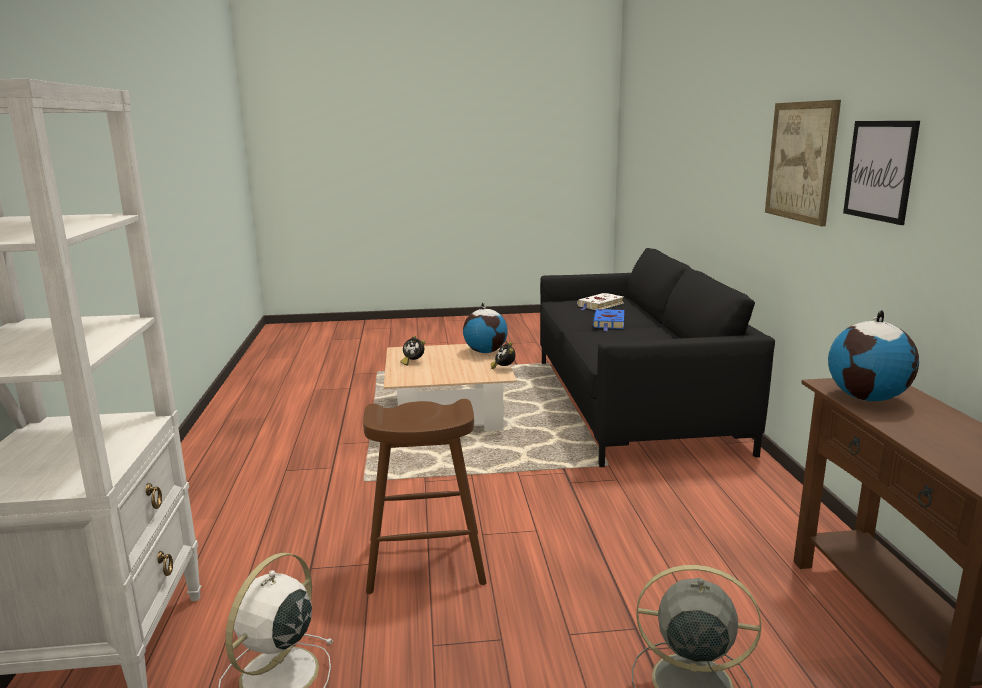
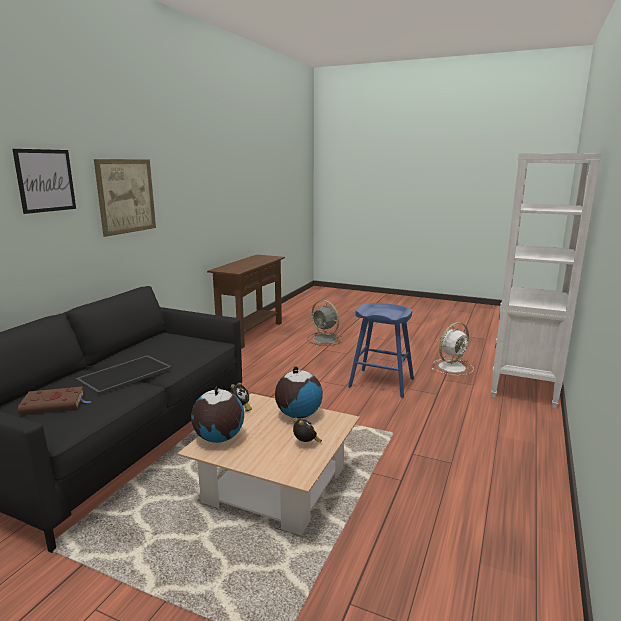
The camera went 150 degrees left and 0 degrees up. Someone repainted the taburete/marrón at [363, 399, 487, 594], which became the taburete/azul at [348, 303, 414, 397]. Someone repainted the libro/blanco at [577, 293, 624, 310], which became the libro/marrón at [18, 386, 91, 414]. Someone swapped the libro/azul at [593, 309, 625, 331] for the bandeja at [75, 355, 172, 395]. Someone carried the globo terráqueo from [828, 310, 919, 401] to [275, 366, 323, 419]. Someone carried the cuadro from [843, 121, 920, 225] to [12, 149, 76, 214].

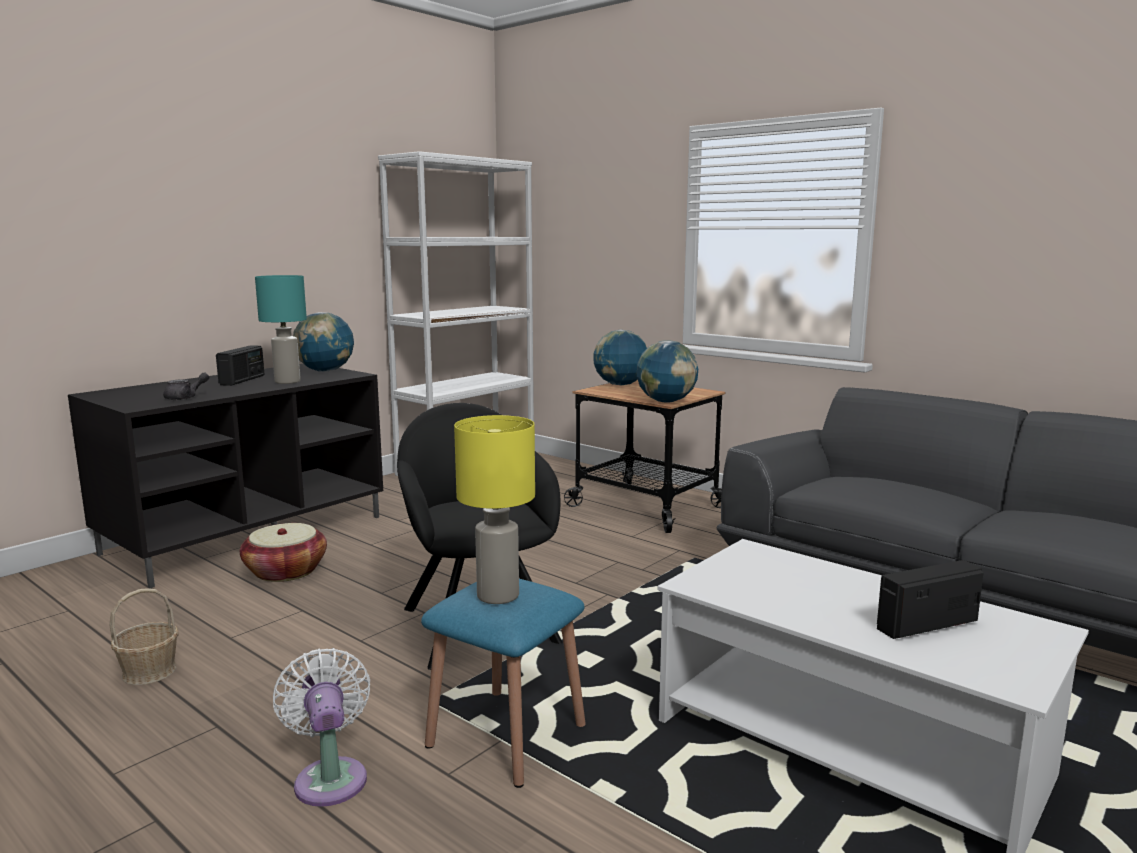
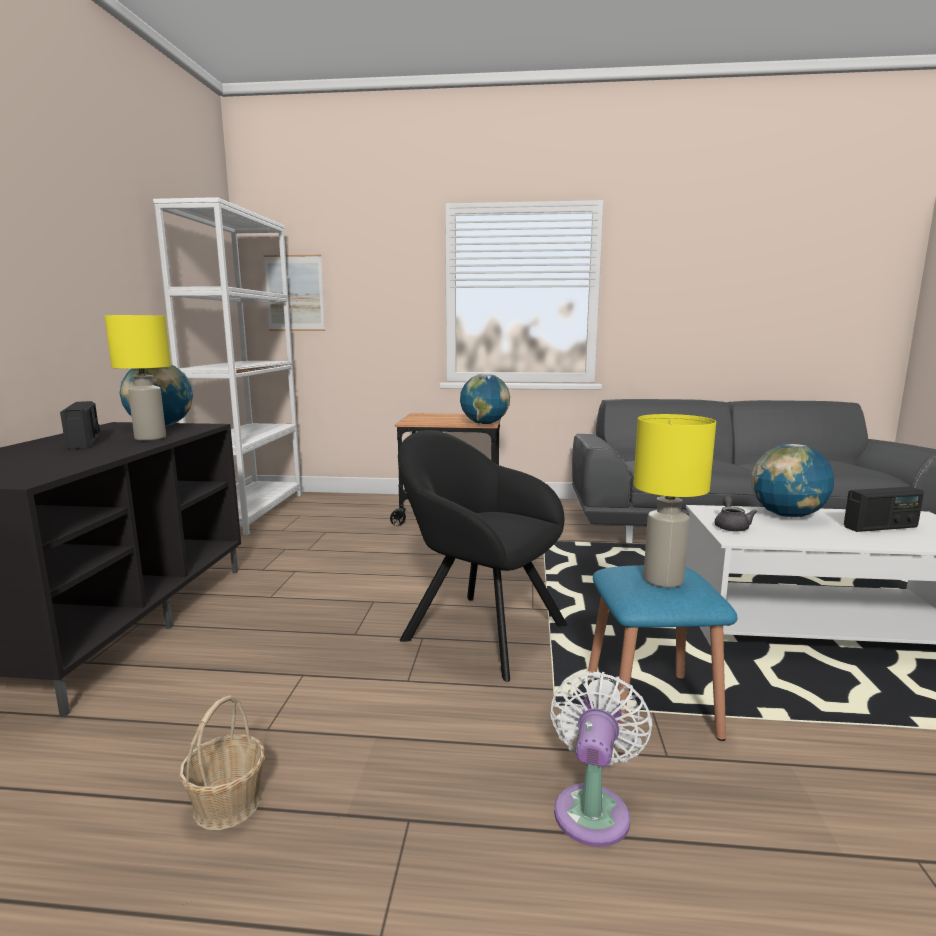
The camera went 35 degrees left and 0 degrees up. Someone carried the tetera/gris from [163, 373, 209, 400] to [715, 496, 757, 532]. Someone took away the cesta at [240, 523, 327, 582]. Someone repainted the lámpara de mesa/turquesa at [255, 275, 307, 384], which became the lámpara de mesa/amarillo at [105, 315, 171, 441]. Someone rotated the ventilador/blanco at [273, 648, 370, 807] by 75 degrees clockwise. Someone carried the globo terráqueo from [593, 329, 647, 386] to [751, 444, 834, 518]. Someone rotated the radio at [877, 560, 983, 639] by 135 degrees counterclockwise. Someone put up the cuadro at [264, 255, 325, 331].

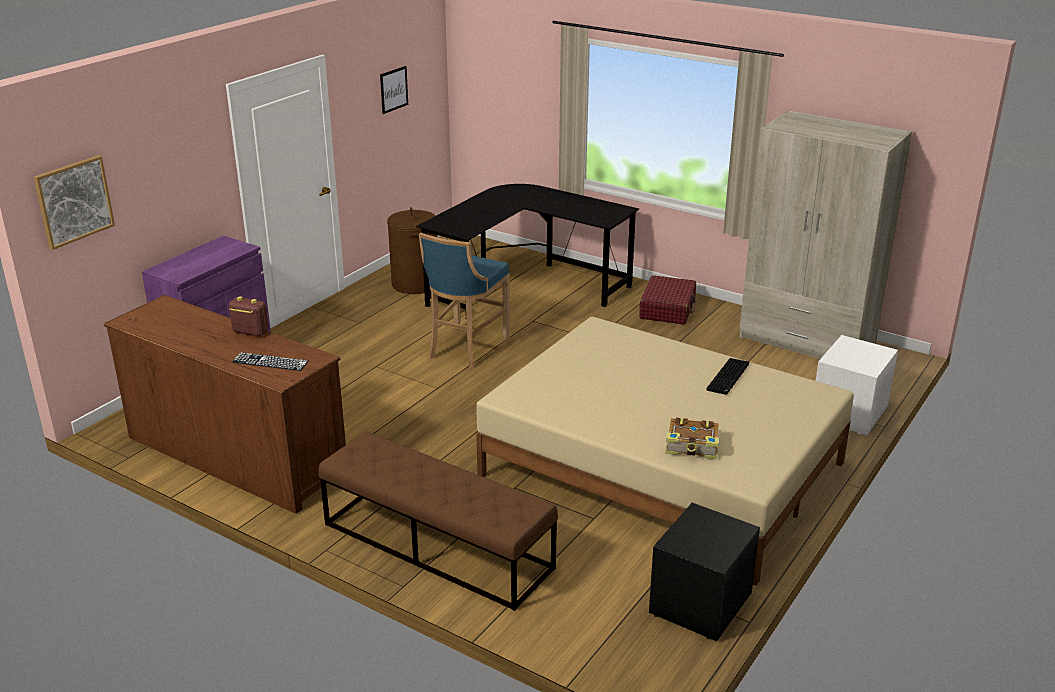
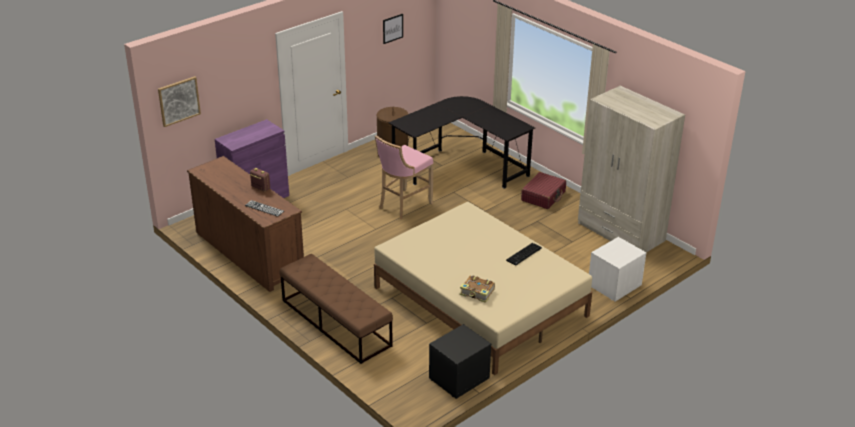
The camera went 15 degrees right and 5 degrees up. Someone repainted the taburete/azul at [419, 232, 511, 368], which became the taburete/rosa at [375, 135, 433, 219].

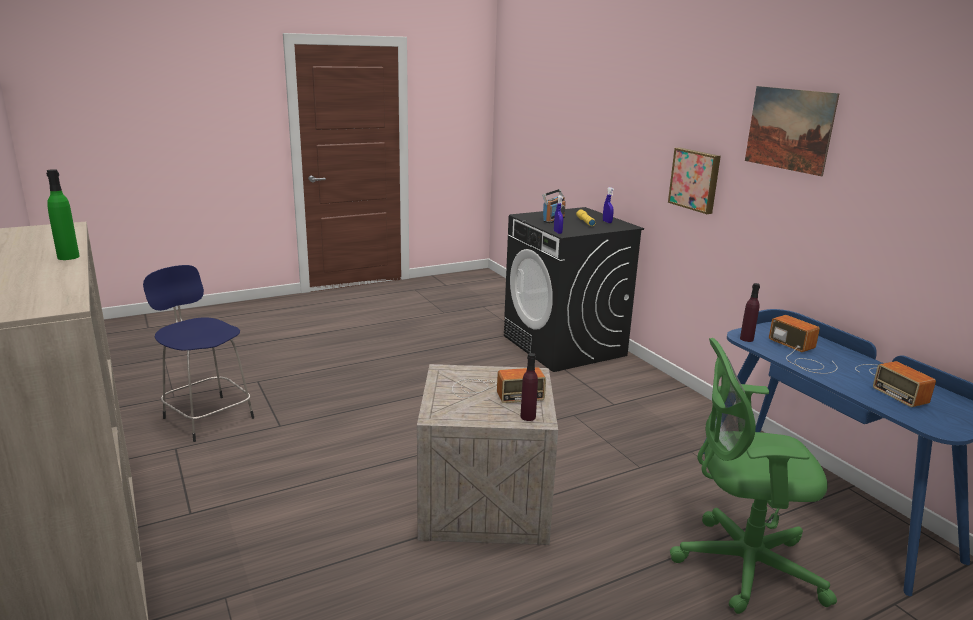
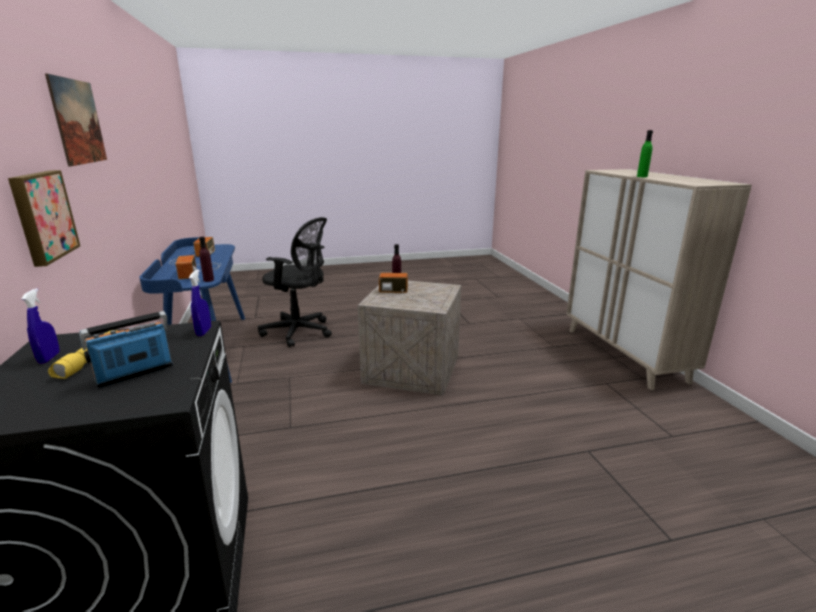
The camera went 165 degrees left and 0 degrees up. Someone took away the taburete/azul at [143, 265, 254, 442]. Someone repainted the silla de oficina/verde at [670, 338, 837, 614], which became the silla de oficina/negro at [258, 217, 332, 347].

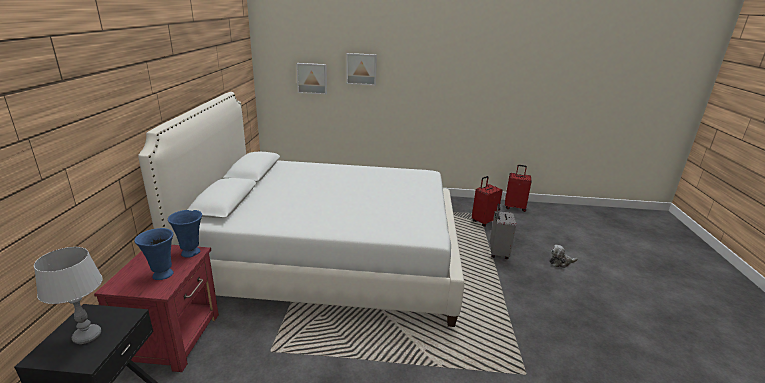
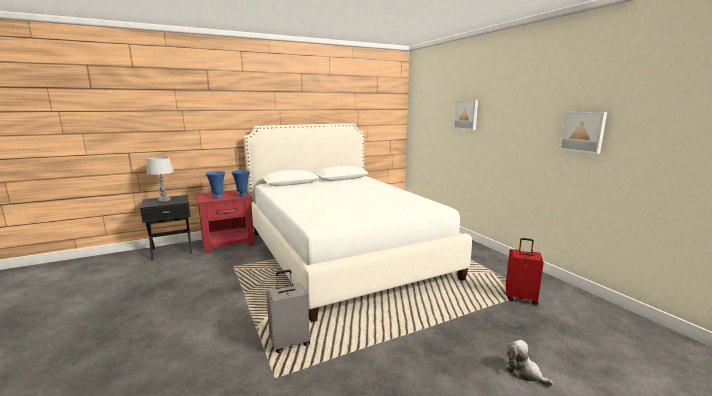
The camera went 60 degrees right and 10 degrees down. Someone carried the cuadro from [296, 63, 327, 94] to [559, 112, 607, 154]. Someone carried the maleta/gris from [490, 204, 516, 259] to [266, 270, 310, 353]. Someone took away the maleta/rojo at [505, 165, 531, 212].

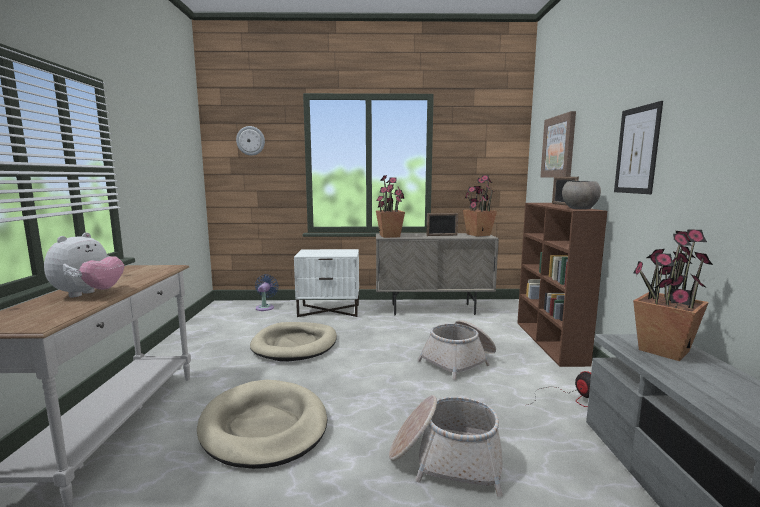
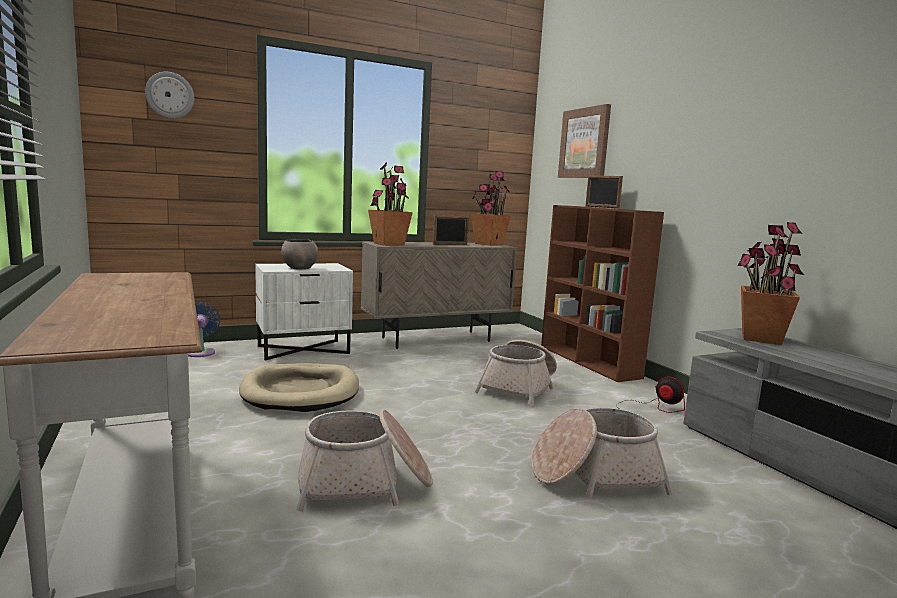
The camera went 25 degrees left and 0 degrees up. Someone took away the peluche at [44, 233, 124, 297]. Someone swapped the cama para perro/beis at [197, 380, 327, 469] for the cesta at [296, 410, 433, 511]. Someone carried the cuenco/gris from [562, 181, 601, 209] to [281, 239, 319, 269]. Someone took away the cuadro at [614, 101, 663, 194].

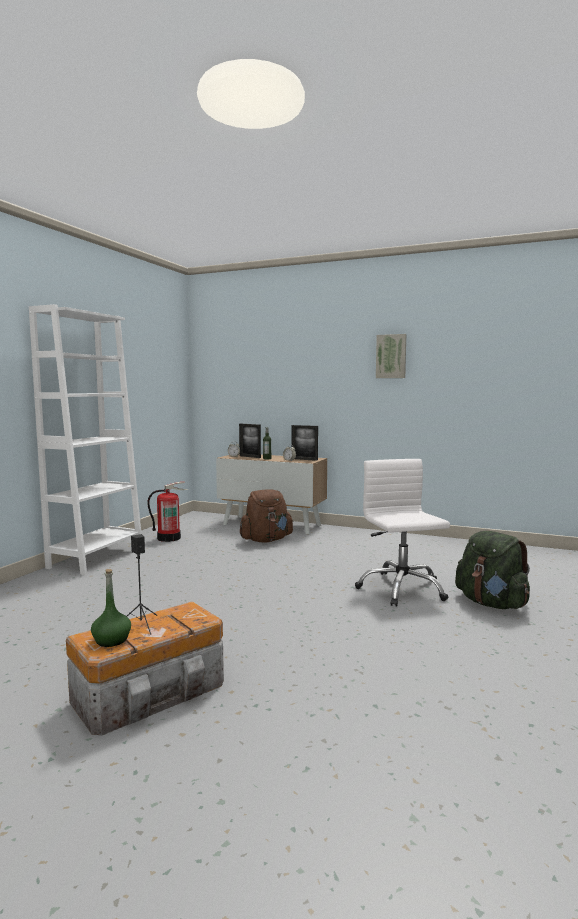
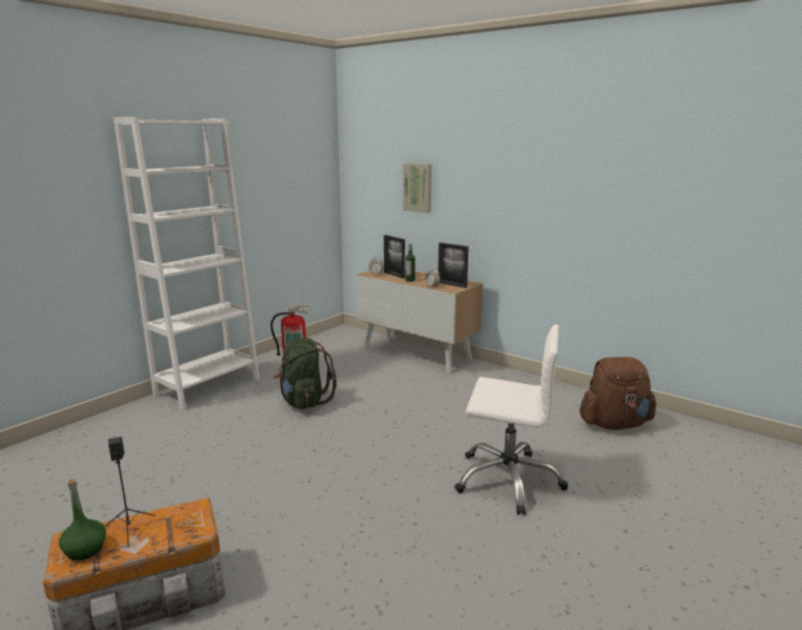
The camera went 15 degrees right and 10 degrees up. Someone carried the mochila/marrón from [240, 489, 293, 543] to [580, 357, 656, 430]. Someone rotated the silla de oficina/blanco at [355, 459, 450, 606] by 105 degrees clockwise. Someone carried the cuadro from [376, 334, 406, 378] to [403, 163, 432, 213]. Someone carried the mochila/verde from [455, 531, 530, 609] to [274, 338, 337, 409].

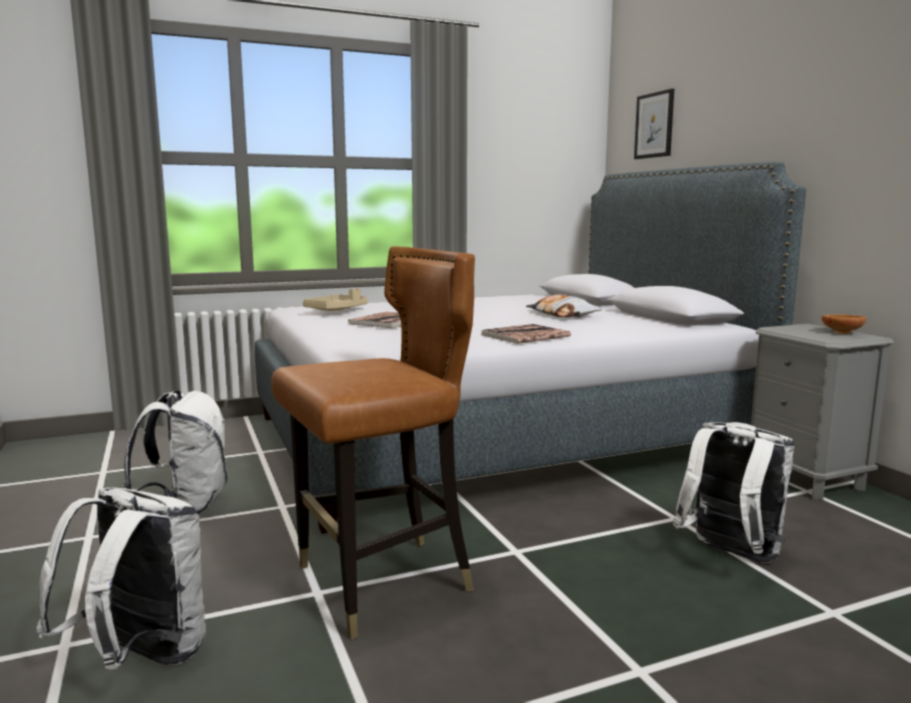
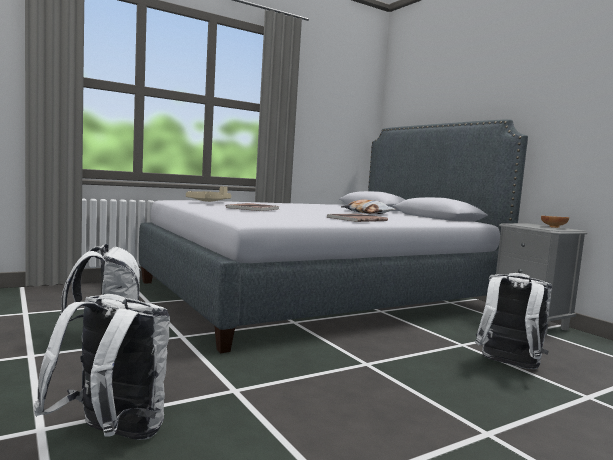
The camera went 10 degrees left and 5 degrees down. Someone took away the silla/marrón at [271, 246, 475, 639]. Someone took away the cuadro at [634, 89, 674, 159].

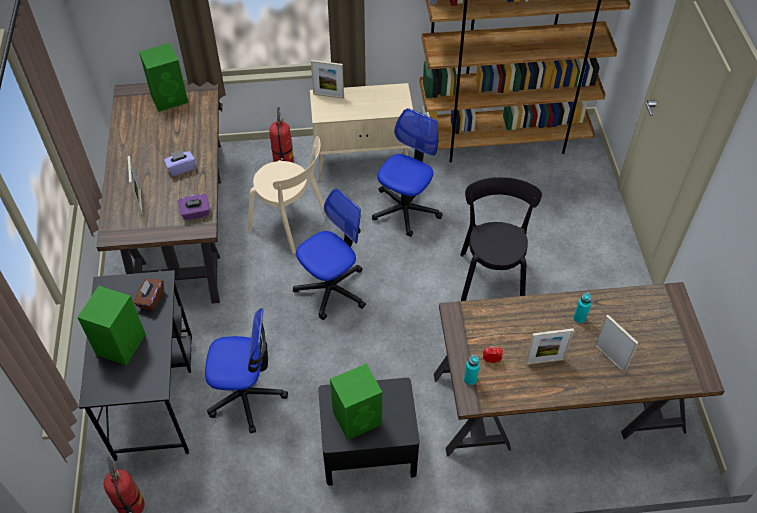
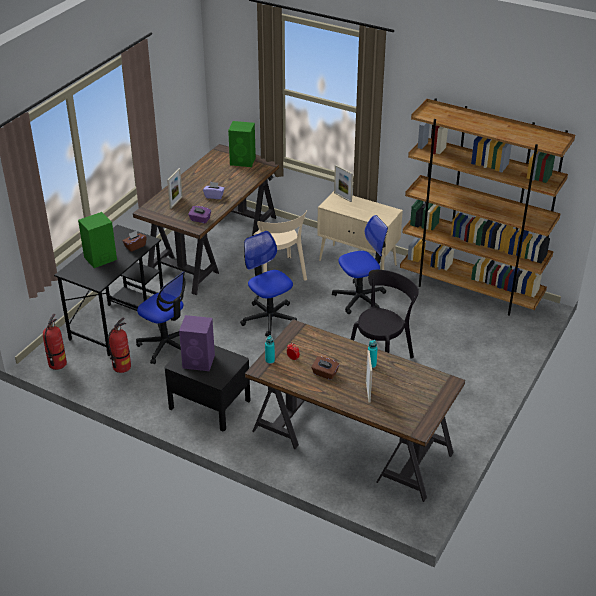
The camera went 35 degrees right and 15 degrees down. Someone carried the extintor from [270, 107, 294, 163] to [108, 317, 131, 373]. Someone rotated the silla de oficina at [293, 188, 366, 320] by 120 degrees counterclockwise. Someone repainted the altavoz/verde at [330, 363, 382, 440], which became the altavoz/morado at [179, 315, 215, 371]. Someone swapped the portarretratos at [525, 328, 574, 365] for the caja de pañuelos/marrón at [311, 356, 339, 380].

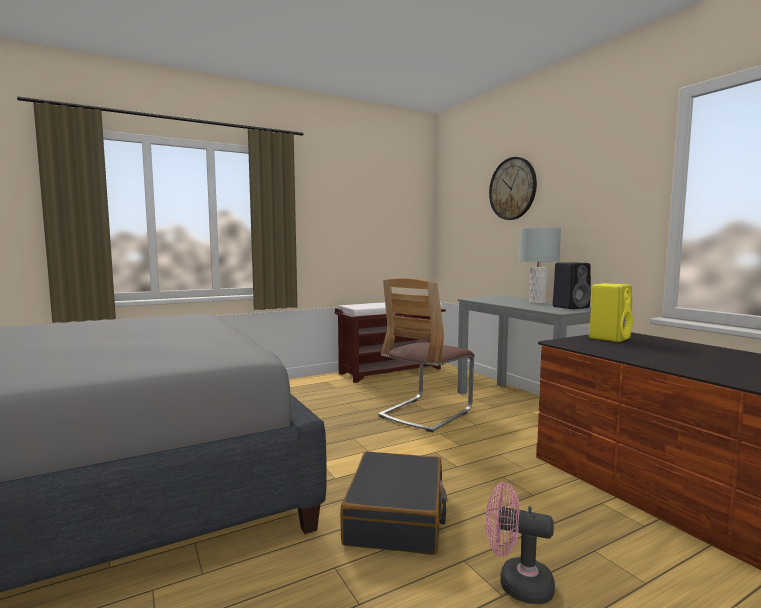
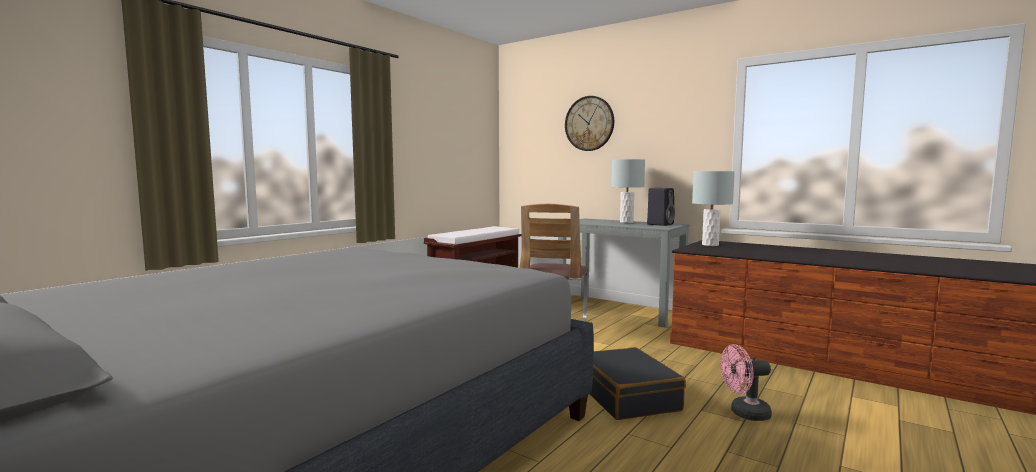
The camera went 25 degrees left and 0 degrees up. Someone swapped the altavoz/amarillo at [589, 283, 633, 342] for the lámpara de mesa/gris at [692, 171, 735, 246].

